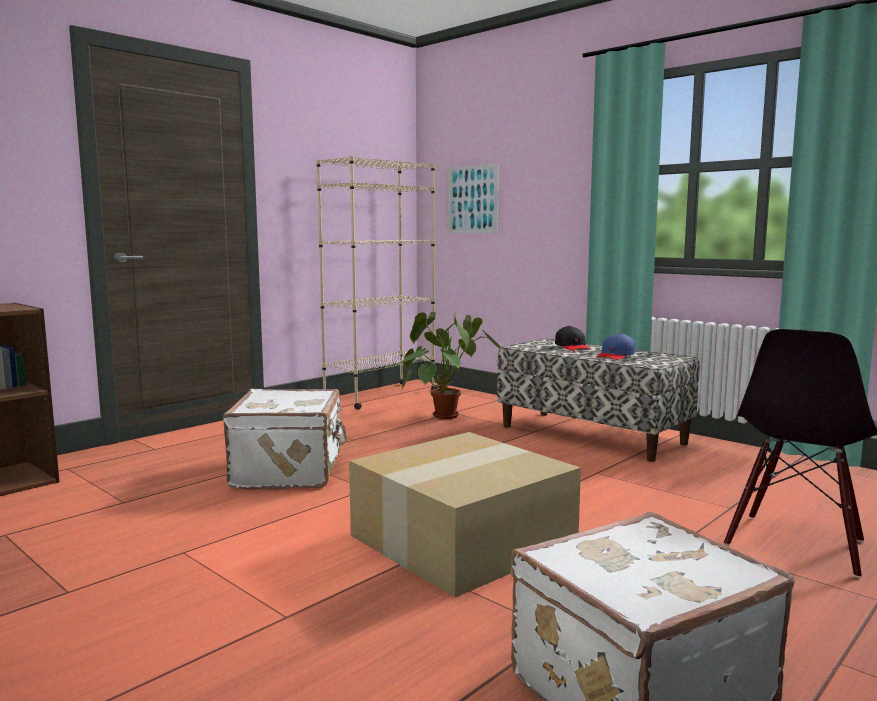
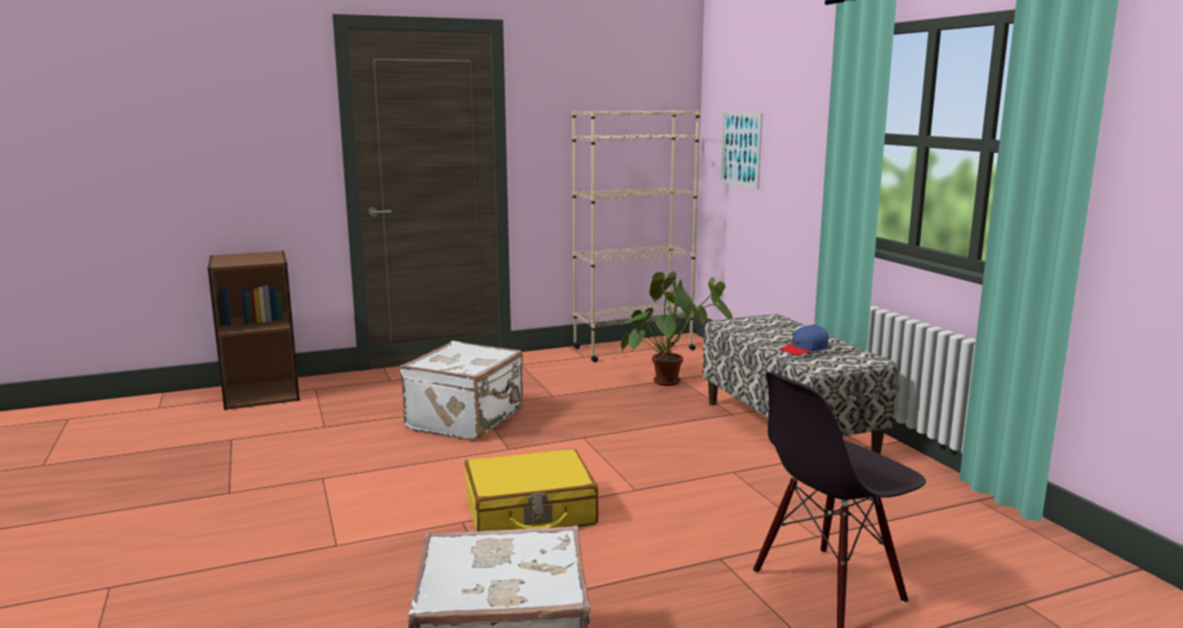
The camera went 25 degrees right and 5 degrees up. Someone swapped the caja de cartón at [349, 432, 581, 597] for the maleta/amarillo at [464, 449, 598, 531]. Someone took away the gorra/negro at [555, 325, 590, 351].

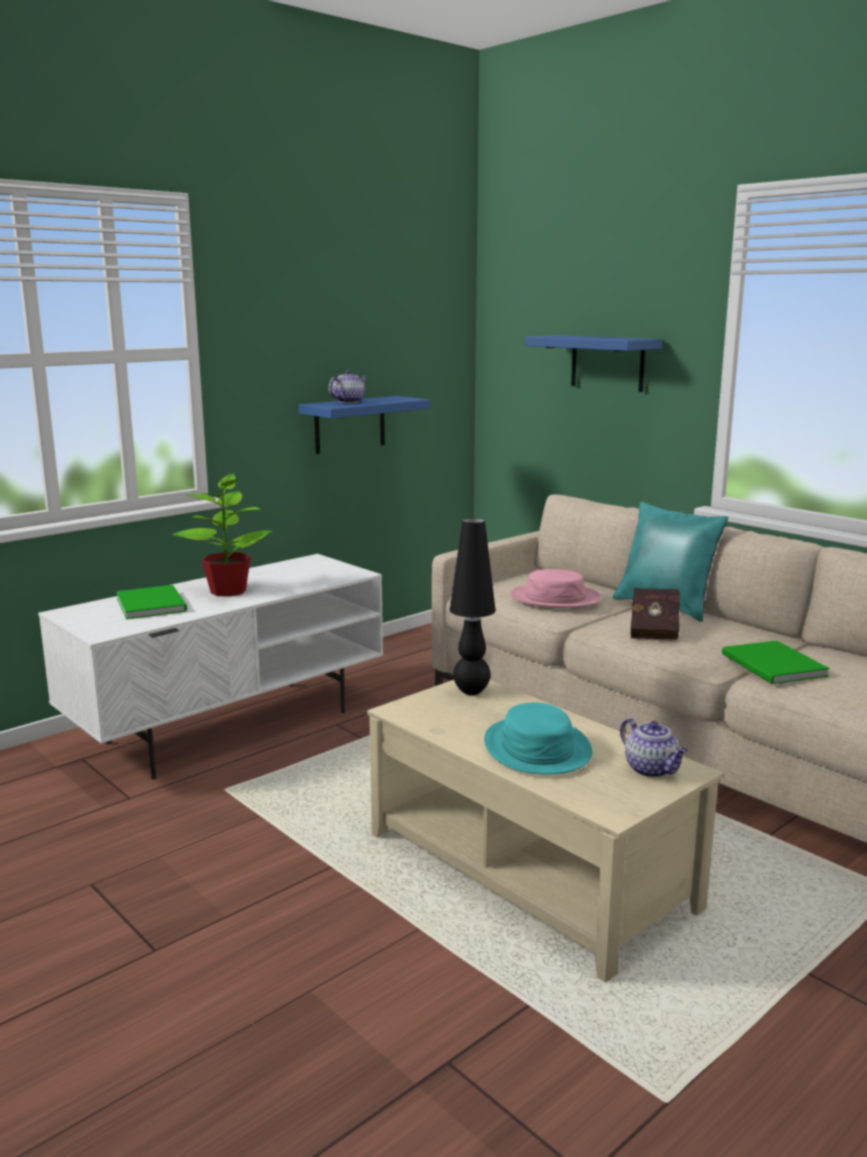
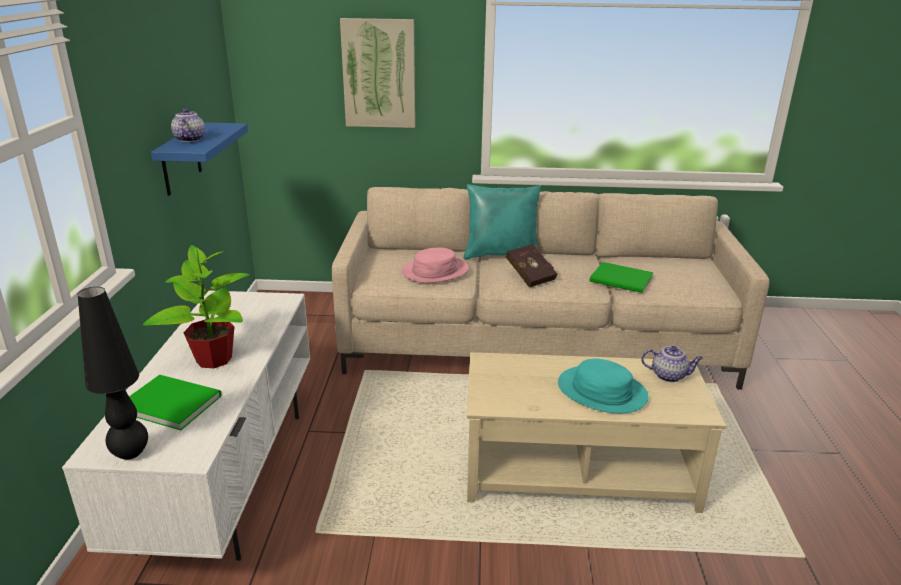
The camera went 45 degrees left and 10 degrees up. Someone carried the lámpara de mesa/negro from [450, 518, 496, 695] to [77, 287, 148, 460]. Someone swapped the estante/azul at [525, 335, 663, 392] for the cuadro at [340, 18, 415, 128].

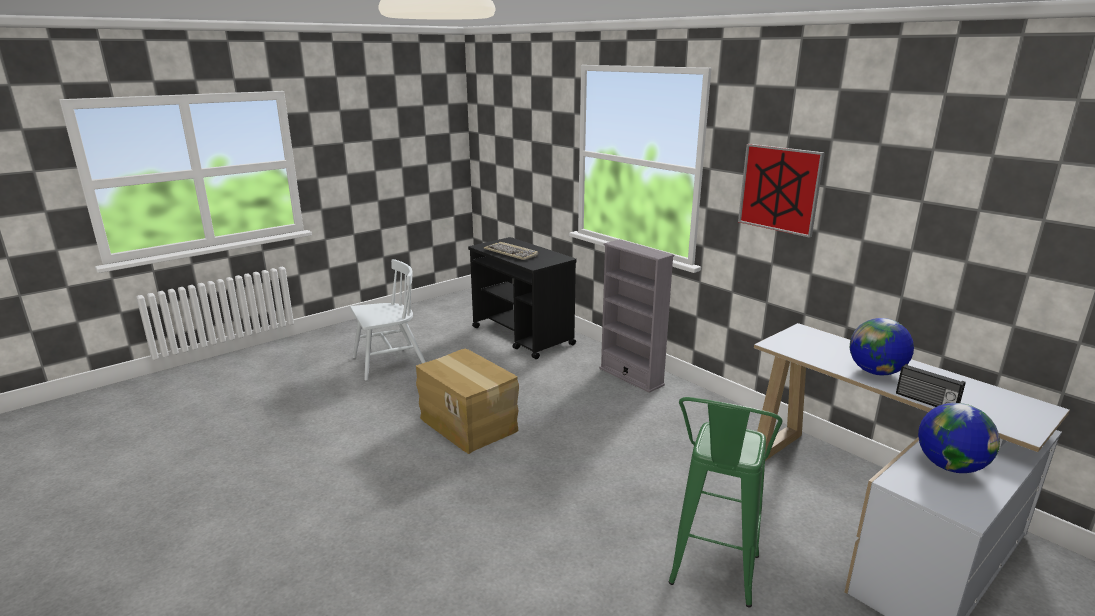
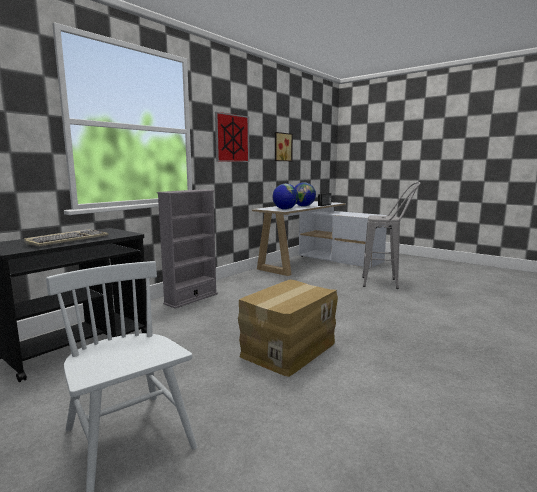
The camera went 100 degrees left and 10 degrees down. Someone repainted the taburete/verde at [669, 397, 782, 607], which became the taburete/gris at [362, 182, 420, 289]. Someone carried the globo terráqueo from [918, 403, 1000, 473] to [272, 184, 298, 210]. Someone put up the cuadro at [275, 132, 293, 161].

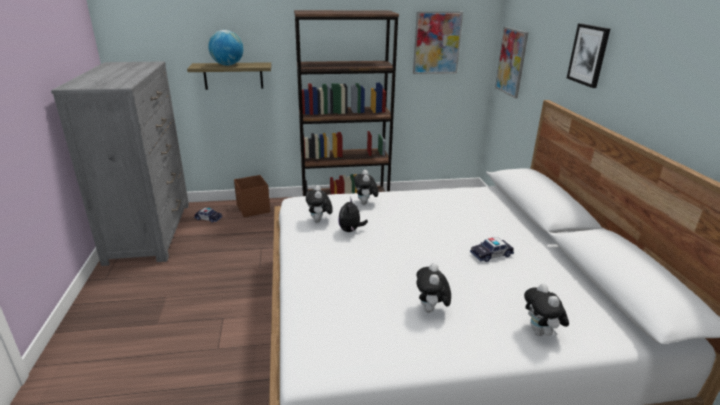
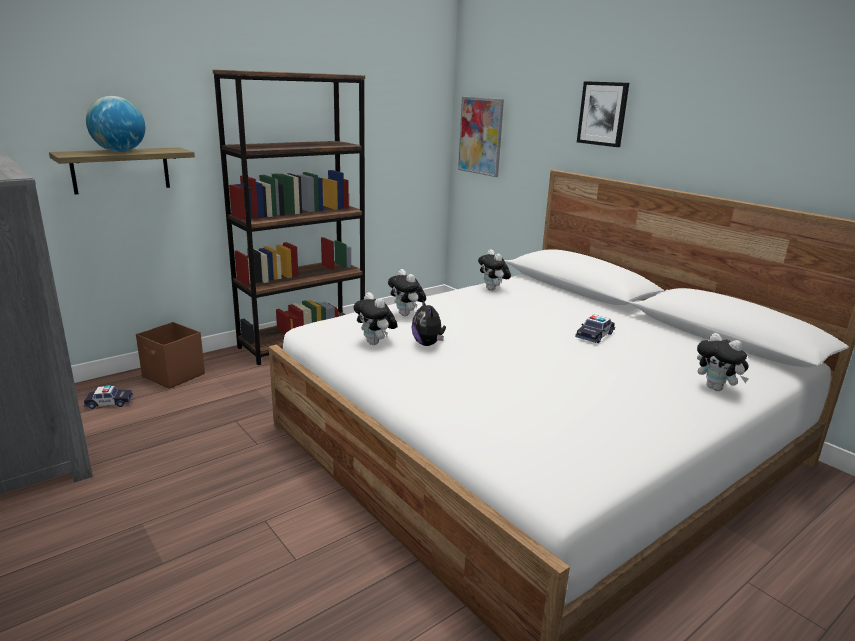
The camera went 30 degrees left and 5 degrees down. Someone took away the cuadro at [413, 11, 463, 74]. Someone carried the peluche from [417, 263, 451, 313] to [478, 249, 511, 291].

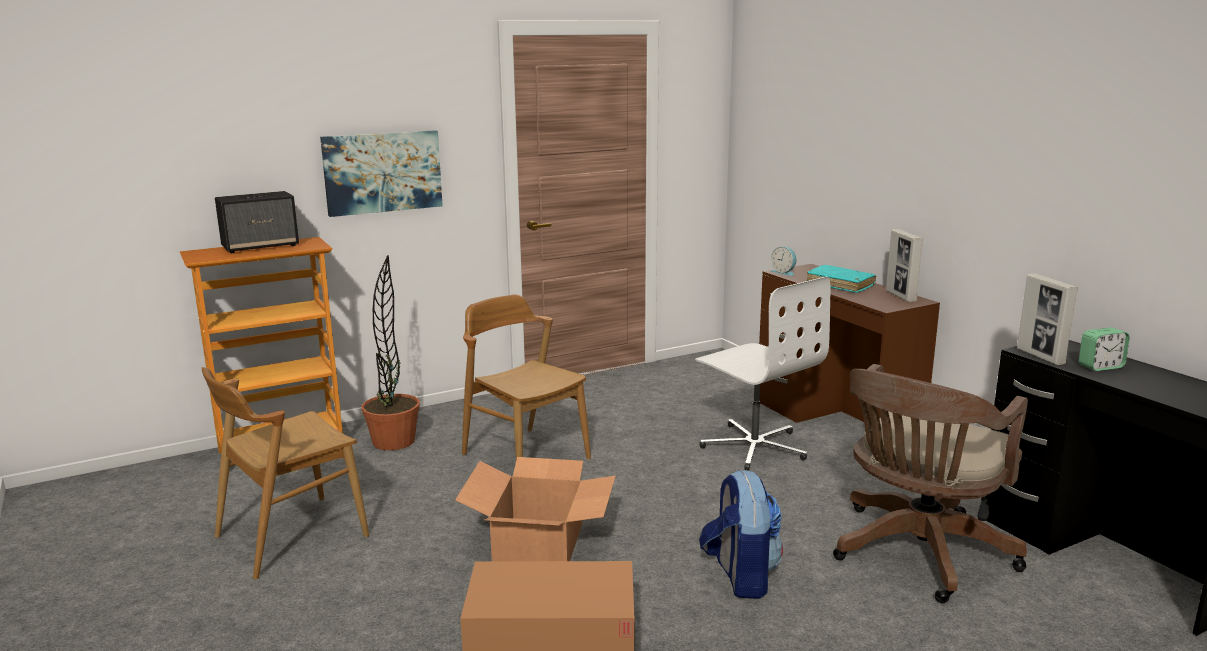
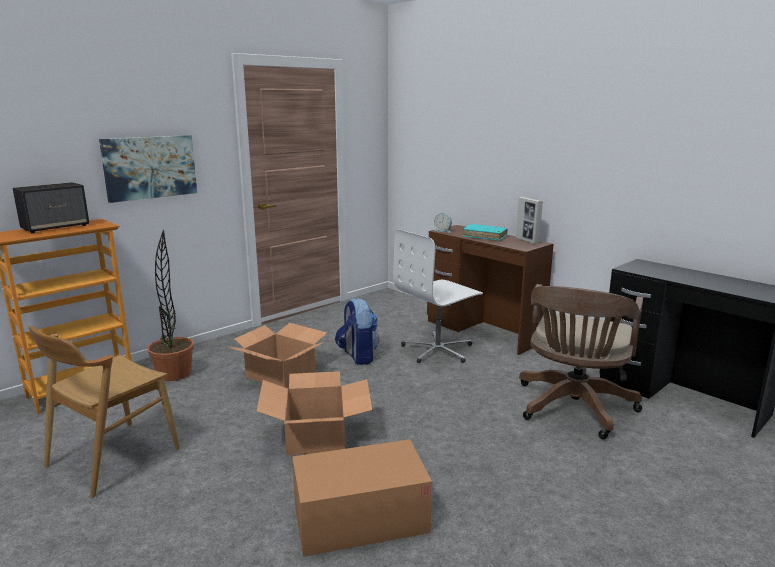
The camera went 15 degrees left and 0 degrees up. Someone swapped the silla/marrón at [462, 294, 591, 460] for the caja de cartón at [229, 323, 327, 388]. Someone rotated the silla de oficina/blanco at [695, 276, 830, 470] by 105 degrees clockwise. Someone carried the mochila from [699, 470, 783, 599] to [335, 298, 379, 365]. Someone took away the portarretratos at [1017, 273, 1078, 365]. Someone took away the despertador at [1079, 327, 1130, 371].

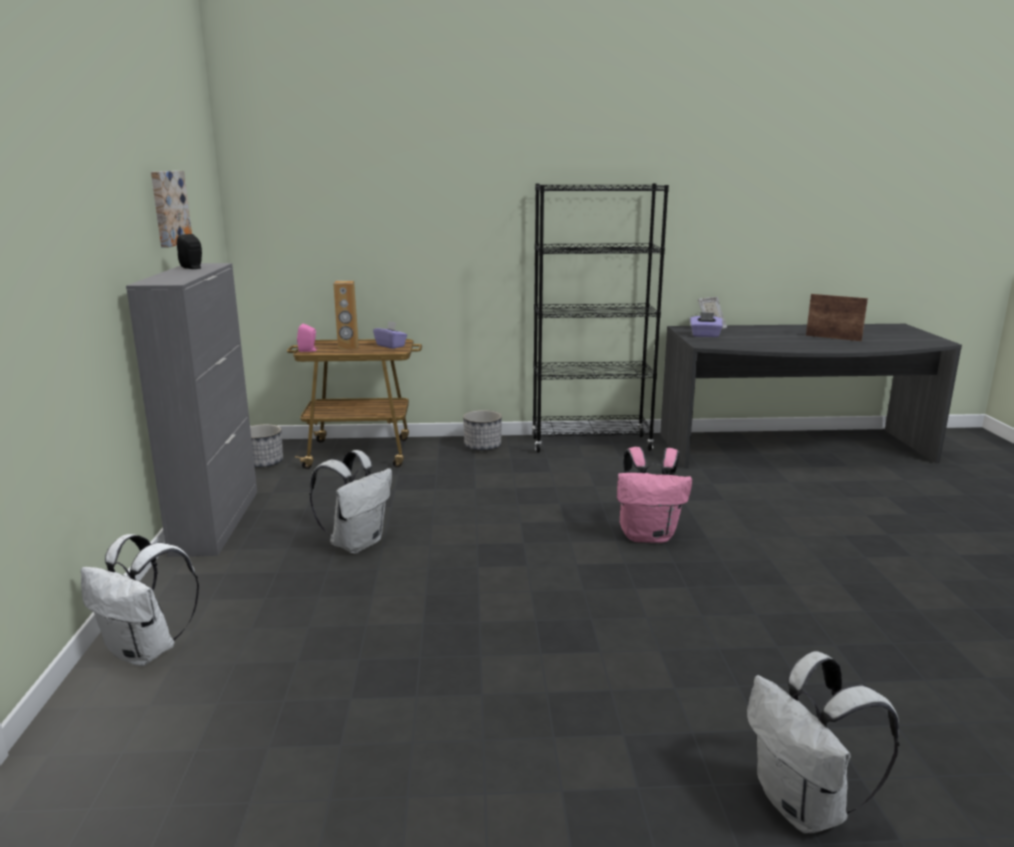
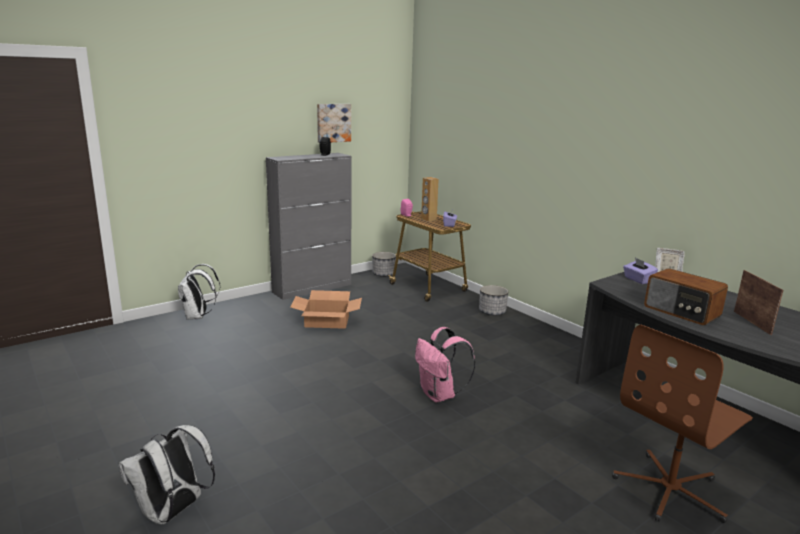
The camera went 55 degrees right and 0 degrees up. Someone swapped the mochila/blanco at [310, 450, 392, 553] for the caja de cartón at [291, 290, 362, 329]. Someone took away the estantería/negro at [532, 183, 669, 453]. Someone put down the silla de oficina/marrón at [612, 324, 753, 523]. Someone put down the radio at [644, 268, 728, 325].

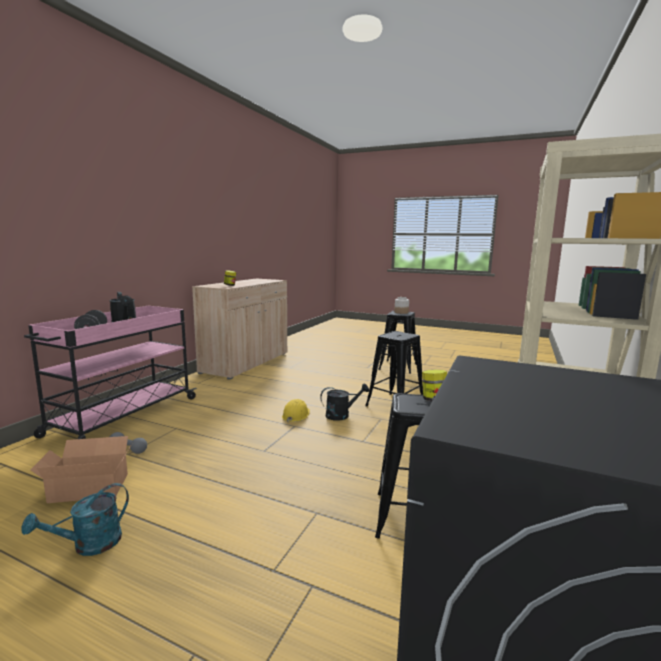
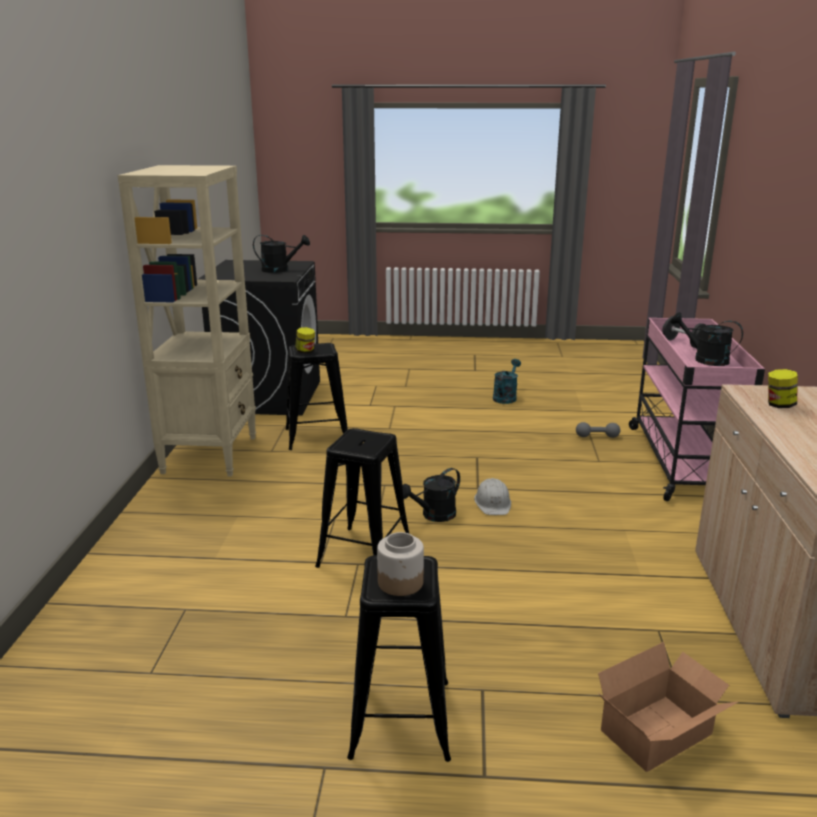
The camera went 160 degrees right and 10 degrees up. Someone carried the caja de cartón from [31, 436, 132, 503] to [598, 642, 739, 772]. Someone repainted the casco/amarillo at [282, 399, 310, 423], which became the casco/blanco at [474, 478, 511, 515]. Someone put down the regadera/negro at [253, 235, 310, 273].

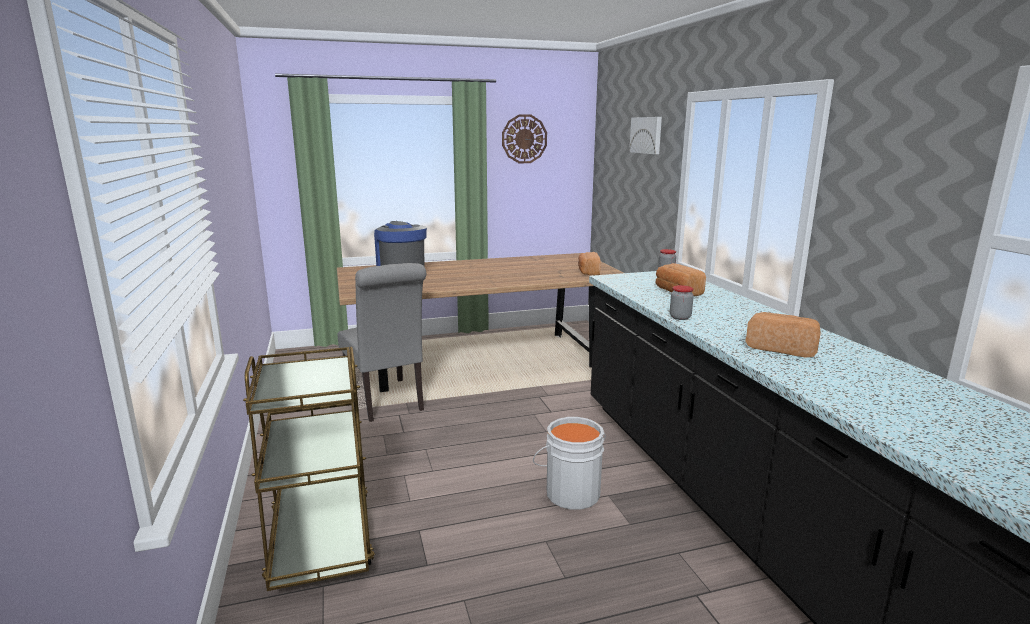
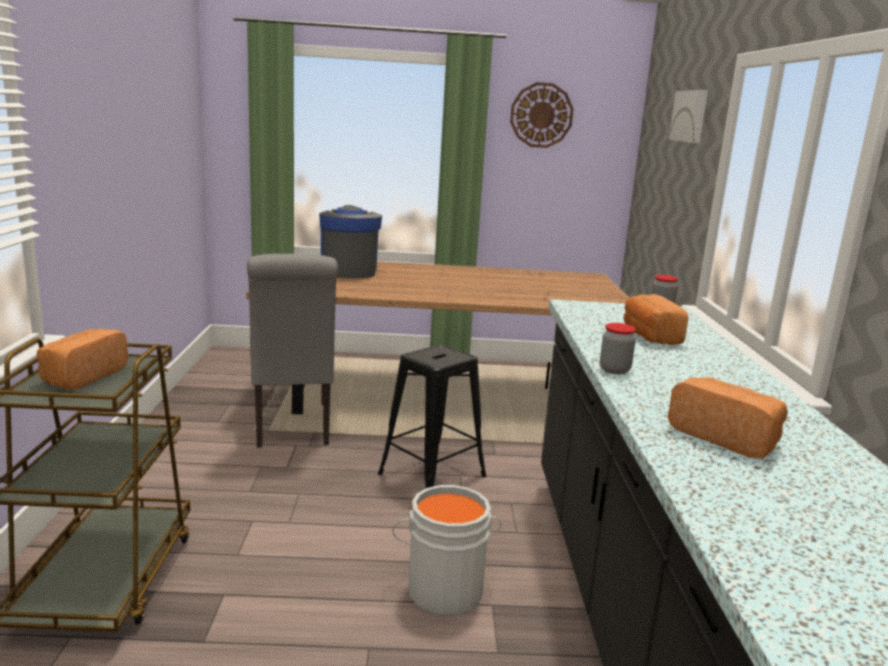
The camera went 15 degrees right and 0 degrees up. Someone carried the pan from [578, 252, 601, 276] to [37, 328, 128, 389]. Someone put down the taburete/negro at [378, 345, 486, 488].

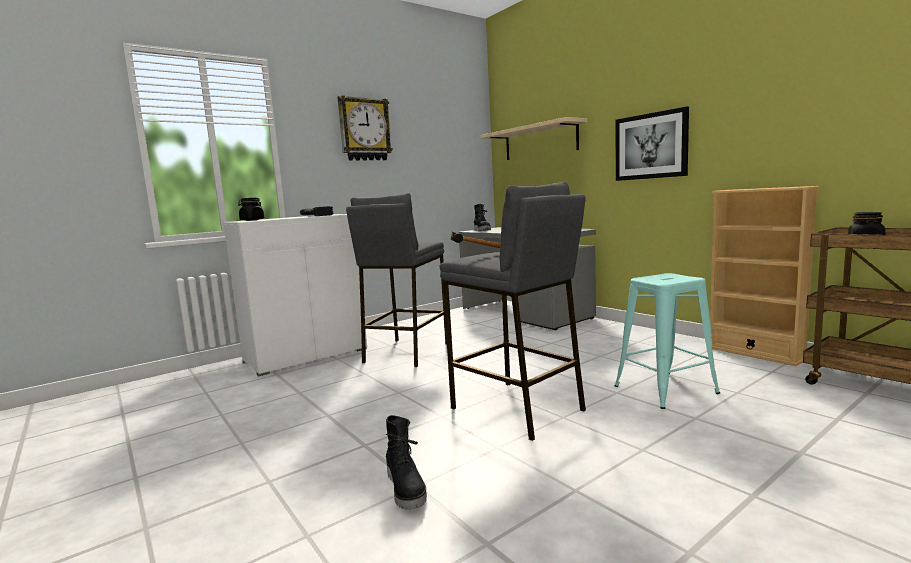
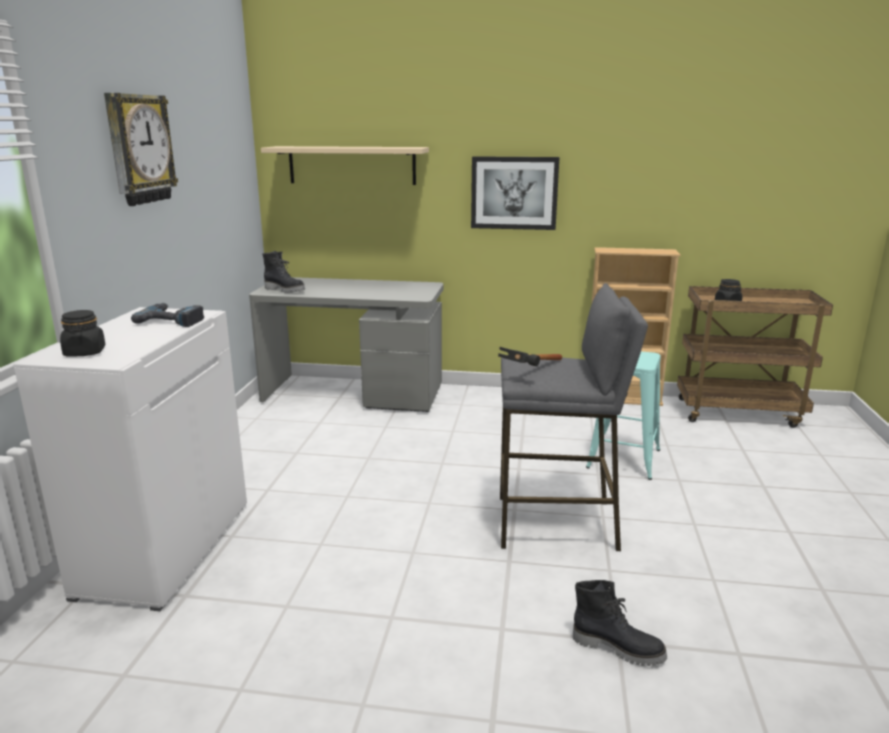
The camera went 45 degrees left and 10 degrees up. Someone took away the taburete/gris at [346, 193, 447, 367].

